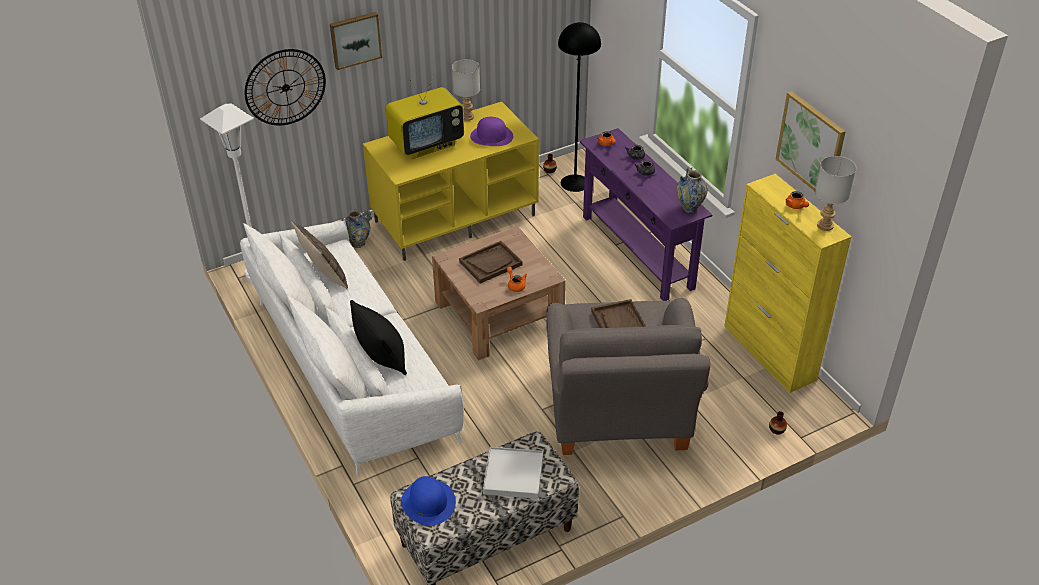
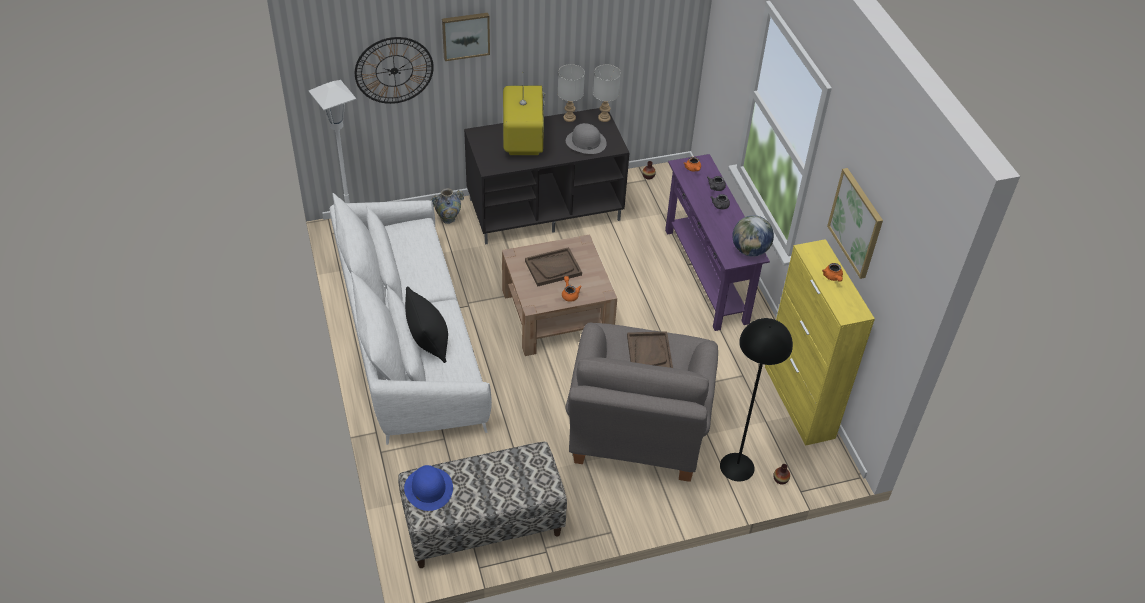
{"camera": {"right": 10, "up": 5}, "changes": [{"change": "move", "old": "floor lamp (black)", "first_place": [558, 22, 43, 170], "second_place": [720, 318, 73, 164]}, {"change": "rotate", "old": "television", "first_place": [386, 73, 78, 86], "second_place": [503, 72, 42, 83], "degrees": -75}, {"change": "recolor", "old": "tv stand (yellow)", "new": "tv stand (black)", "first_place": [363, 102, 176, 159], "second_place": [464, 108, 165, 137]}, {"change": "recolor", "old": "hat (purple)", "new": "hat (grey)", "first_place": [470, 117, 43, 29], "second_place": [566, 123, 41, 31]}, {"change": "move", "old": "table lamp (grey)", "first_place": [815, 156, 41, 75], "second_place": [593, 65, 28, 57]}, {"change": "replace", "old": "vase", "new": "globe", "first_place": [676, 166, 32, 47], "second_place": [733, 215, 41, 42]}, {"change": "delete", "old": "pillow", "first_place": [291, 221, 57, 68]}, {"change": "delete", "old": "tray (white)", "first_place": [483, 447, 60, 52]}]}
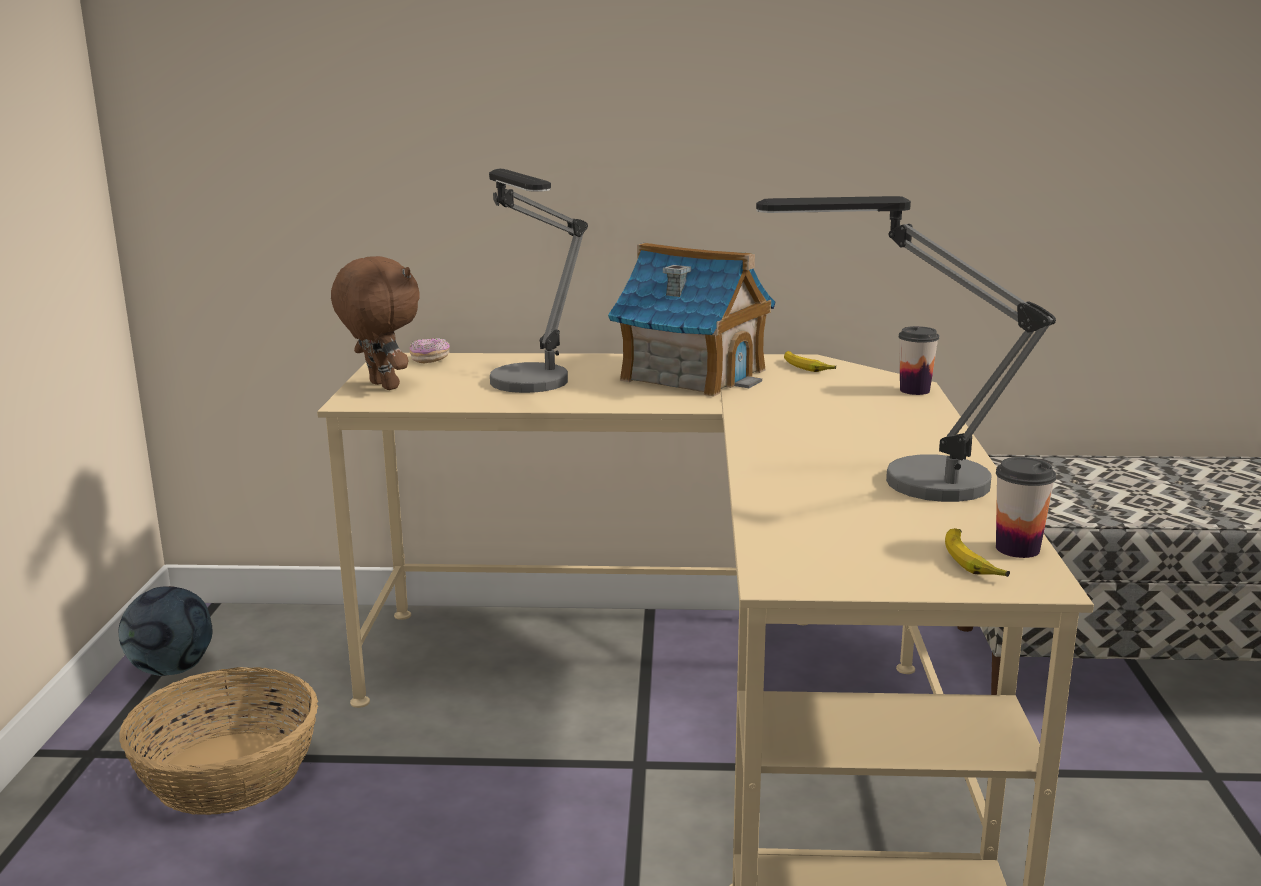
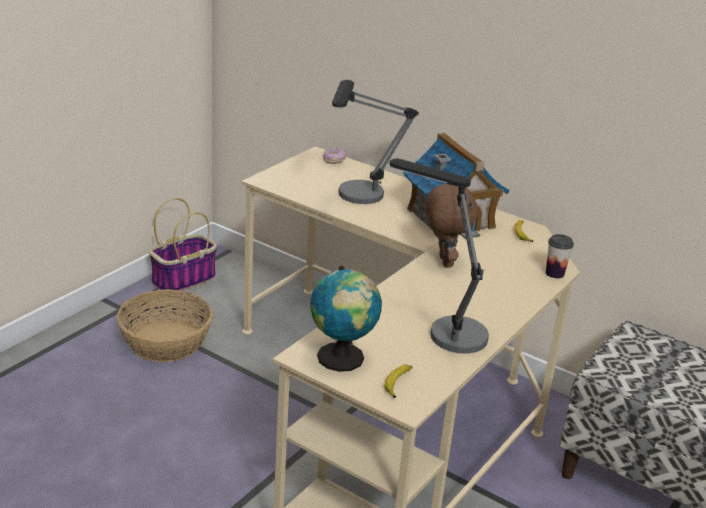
{"camera": {"right": 30, "up": 10}, "changes": [{"change": "move", "old": "plush toy (brown)", "first_place": [331, 256, 89, 134], "second_place": [426, 184, 52, 84]}, {"change": "delete", "old": "cup", "first_place": [996, 457, 60, 101]}, {"change": "replace", "old": "football", "new": "basket", "first_place": [119, 586, 93, 90], "second_place": [149, 198, 68, 96]}, {"change": "insert", "new": "globe", "second_place": [310, 266, 72, 106]}]}
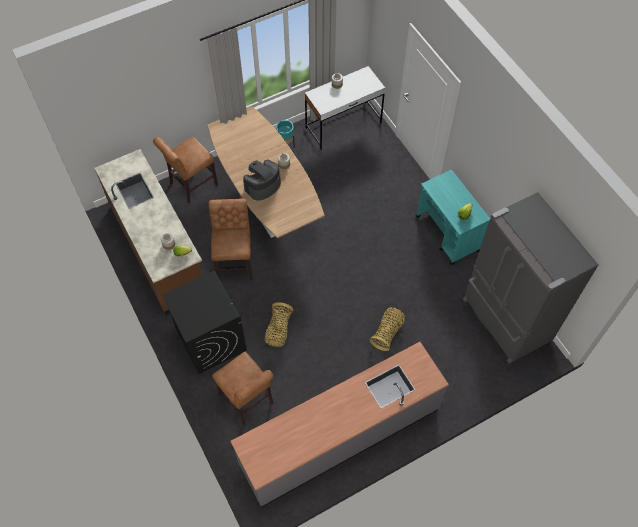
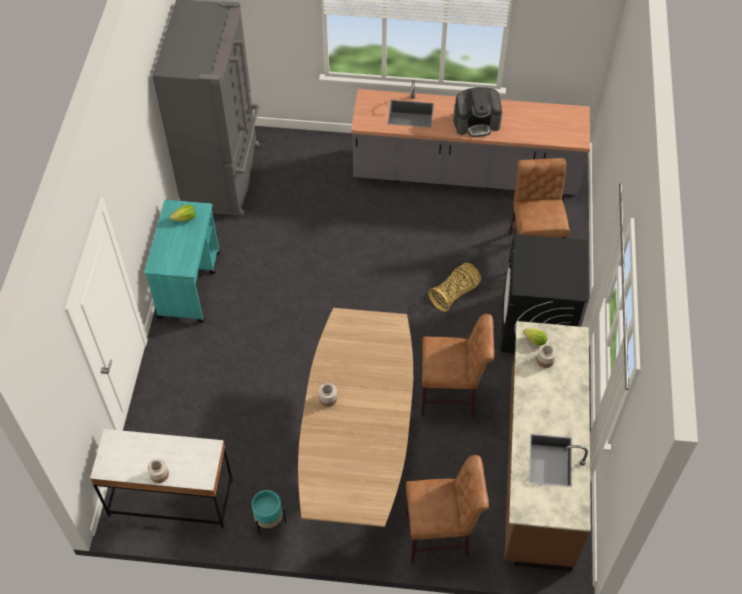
{"camera": {"right": -145, "up": -5}, "changes": [{"change": "move", "old": "coffee machine", "first_place": [243, 159, 38, 42], "second_place": [453, 87, 49, 50]}, {"change": "rotate", "old": "chair (brown)", "first_place": [209, 199, 44, 81], "second_place": [421, 314, 74, 103], "degrees": -120}, {"change": "delete", "old": "basket", "first_place": [369, 307, 36, 44]}]}
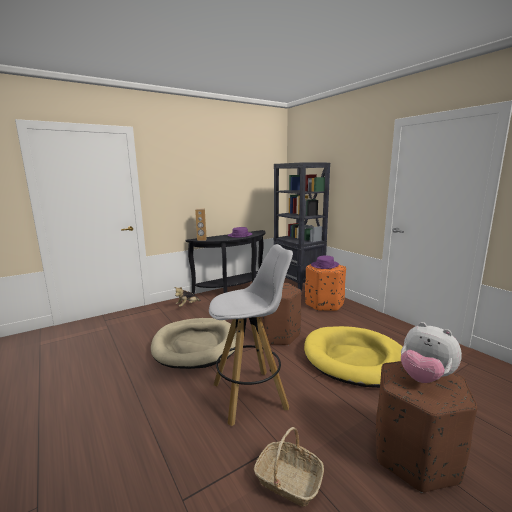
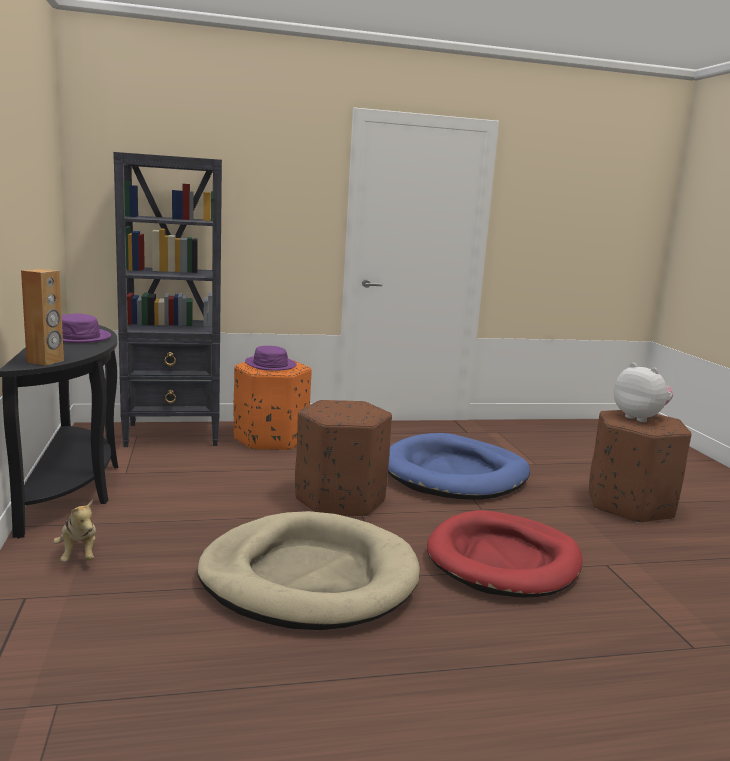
{"camera": {"right": -70, "up": 0}, "changes": [{"change": "replace", "old": "stool (white)", "new": "dog bed (red)", "first_place": [209, 244, 84, 182], "second_place": [427, 510, 156, 87]}, {"change": "rotate", "old": "plush toy", "first_place": [401, 322, 61, 61], "second_place": [614, 363, 59, 59], "degrees": -105}, {"change": "recolor", "old": "dog bed (yellow)", "new": "dog bed (blue)", "first_place": [304, 326, 99, 62], "second_place": [388, 433, 142, 67]}, {"change": "delete", "old": "basket", "first_place": [254, 427, 70, 80]}]}
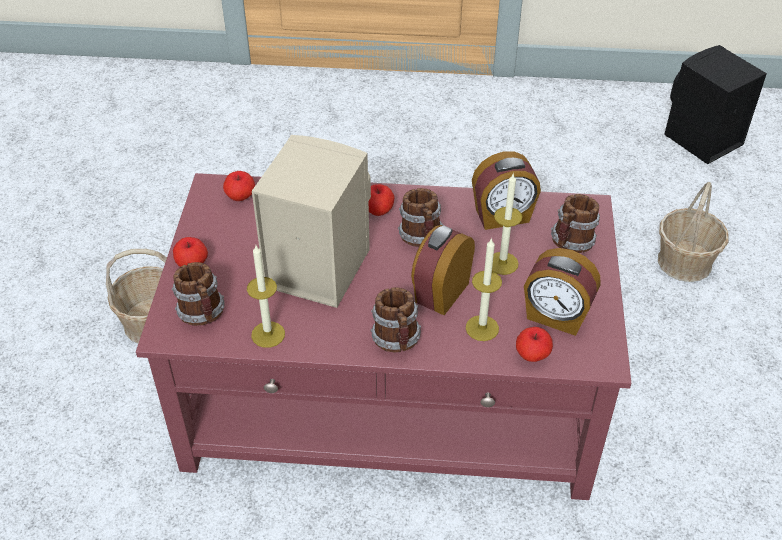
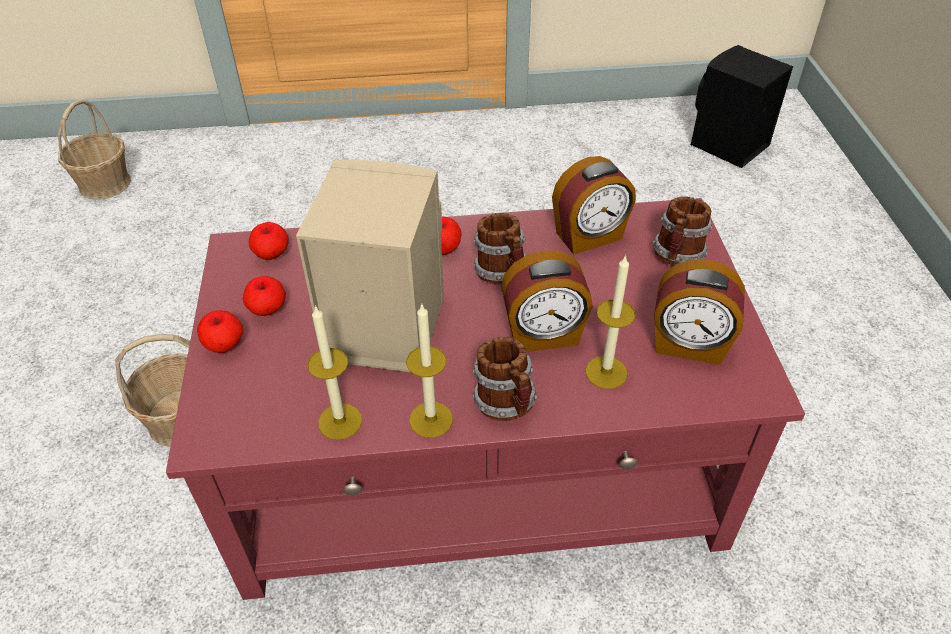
{"camera": {"right": -10, "up": 0}, "changes": [{"change": "move", "old": "candle", "first_place": [492, 174, 30, 101], "second_place": [406, 305, 47, 133]}, {"change": "move", "old": "basket", "first_place": [658, 182, 70, 100], "second_place": [58, 99, 73, 101]}, {"change": "rotate", "old": "alarm clock", "first_place": [411, 225, 64, 90], "second_place": [501, 250, 92, 102], "degrees": -120}, {"change": "delete", "old": "mug", "first_place": [172, 262, 52, 64]}, {"change": "move", "old": "apple", "first_place": [516, 327, 37, 35], "second_place": [243, 276, 43, 40]}]}
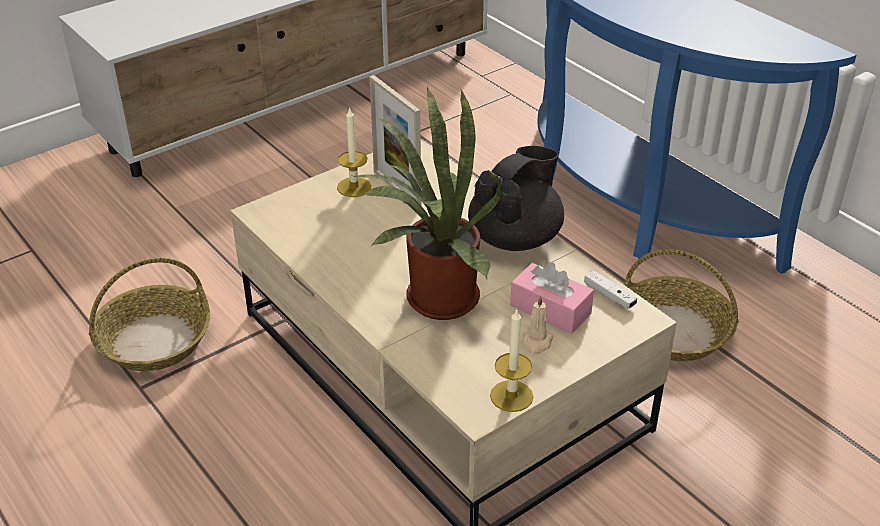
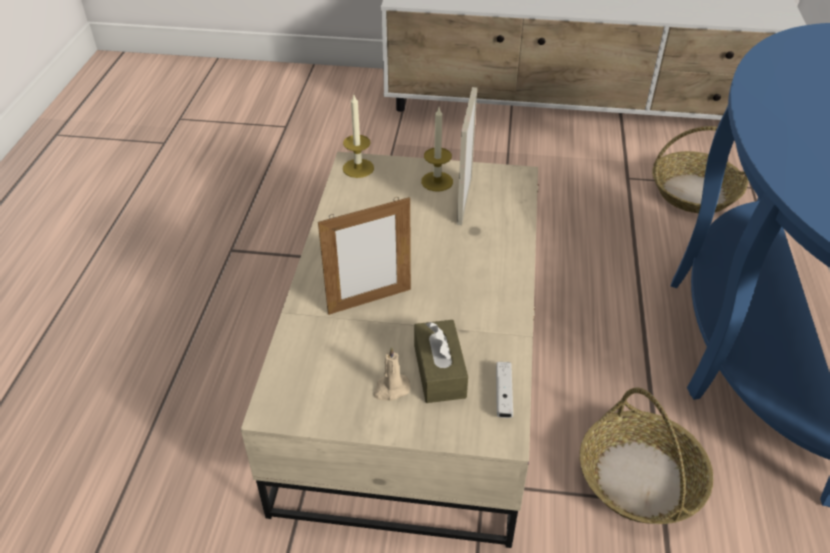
{"camera": {"right": 45, "up": 5}, "changes": [{"change": "replace", "old": "potted plant", "new": "picture frame", "first_place": [355, 87, 149, 233], "second_place": [318, 197, 93, 118]}, {"change": "delete", "old": "teapot (black)", "first_place": [468, 146, 96, 105]}, {"change": "move", "old": "basket", "first_place": [89, 257, 121, 114], "second_place": [652, 126, 97, 87]}, {"change": "recolor", "old": "tissue box (pink)", "new": "tissue box (brown)", "first_place": [510, 262, 84, 72], "second_place": [414, 320, 54, 83]}, {"change": "move", "old": "candle", "first_place": [490, 308, 43, 104], "second_place": [343, 95, 31, 83]}]}
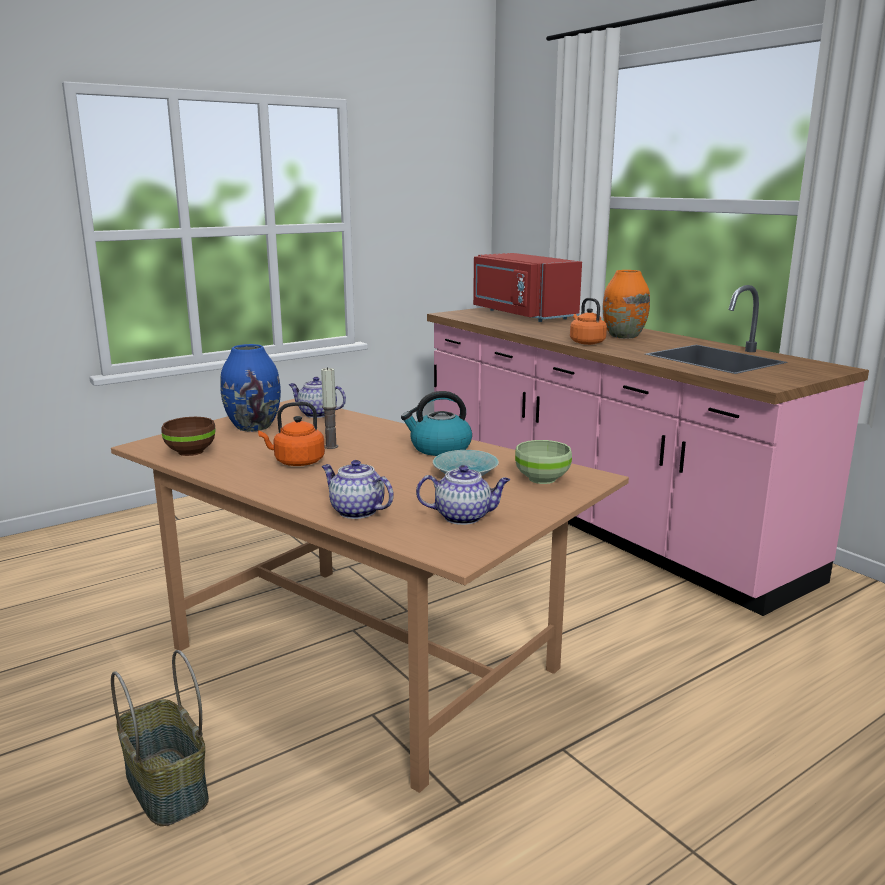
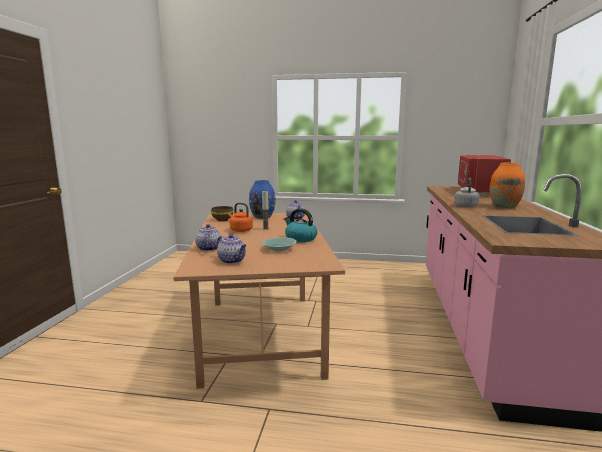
{"camera": {"right": 45, "up": -5}, "changes": [{"change": "recolor", "old": "kettle (orange)", "new": "kettle (grey)", "first_place": [570, 298, 37, 47], "second_place": [454, 178, 26, 29]}, {"change": "delete", "old": "bowl (green)", "first_place": [515, 440, 57, 44]}, {"change": "delete", "old": "basket", "first_place": [111, 650, 98, 176]}]}
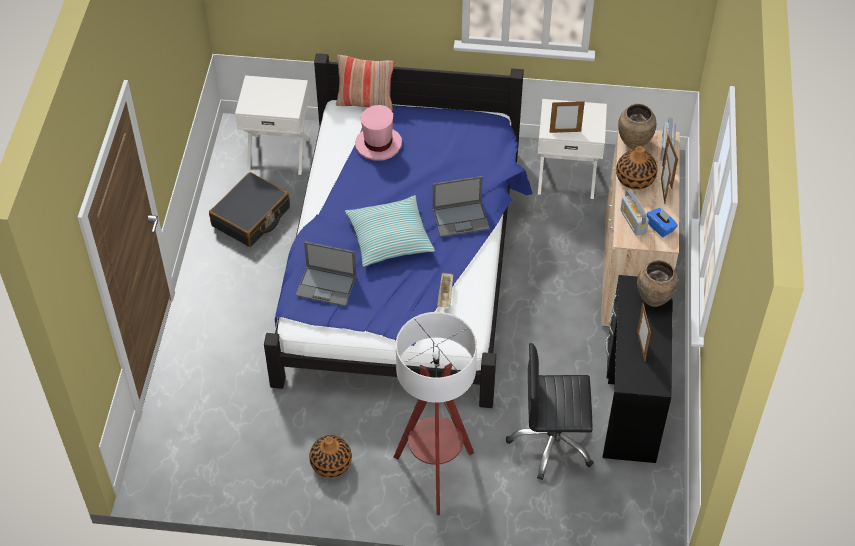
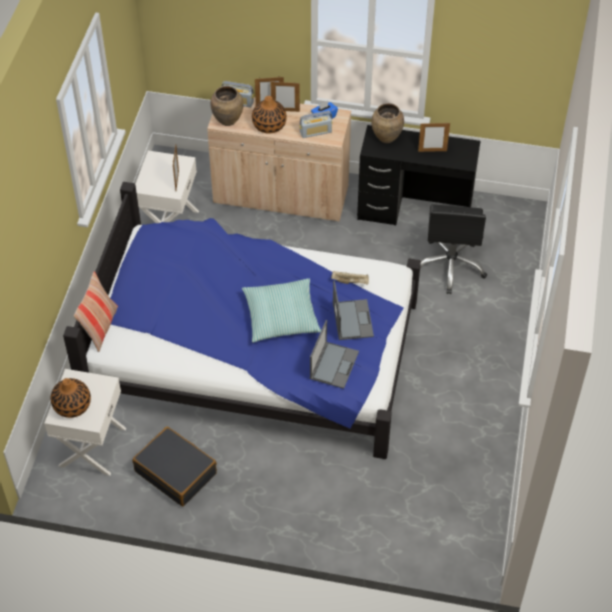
{"camera": {"right": -85, "up": 0}, "changes": [{"change": "delete", "old": "hat (pink)", "first_place": [355, 105, 47, 56]}, {"change": "move", "old": "laptop", "first_place": [433, 176, 57, 61], "second_place": [333, 280, 41, 60]}, {"change": "delete", "old": "floor lamp", "first_place": [393, 312, 84, 203]}, {"change": "move", "old": "vase", "first_place": [309, 435, 43, 43], "second_place": [51, 378, 40, 40]}]}
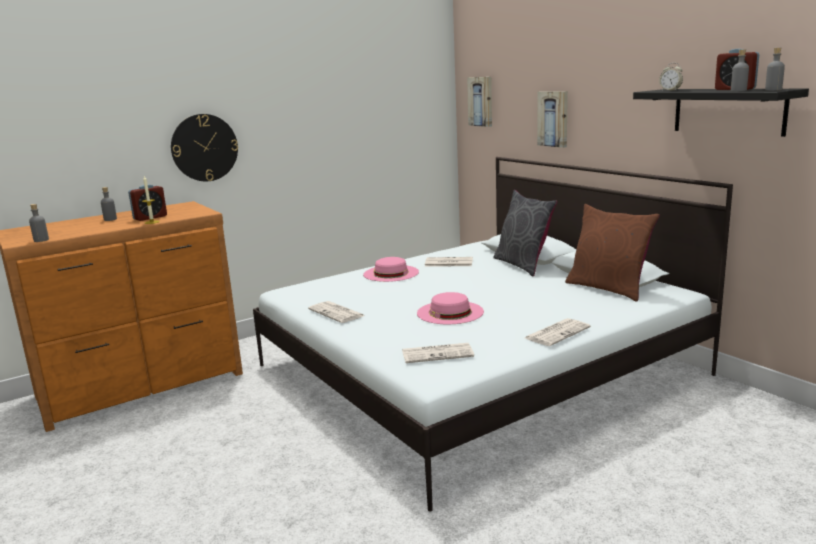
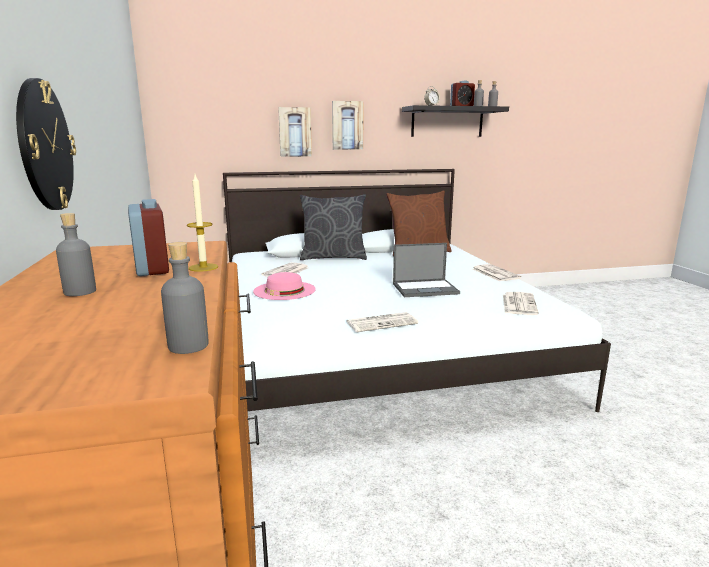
{"camera": {"right": -70, "up": 0}, "changes": [{"change": "move", "old": "picture", "first_place": [467, 77, 25, 50], "second_place": [332, 101, 32, 49]}, {"change": "replace", "old": "hat (pink)", "new": "laptop", "first_place": [417, 292, 67, 32], "second_place": [393, 243, 67, 54]}]}
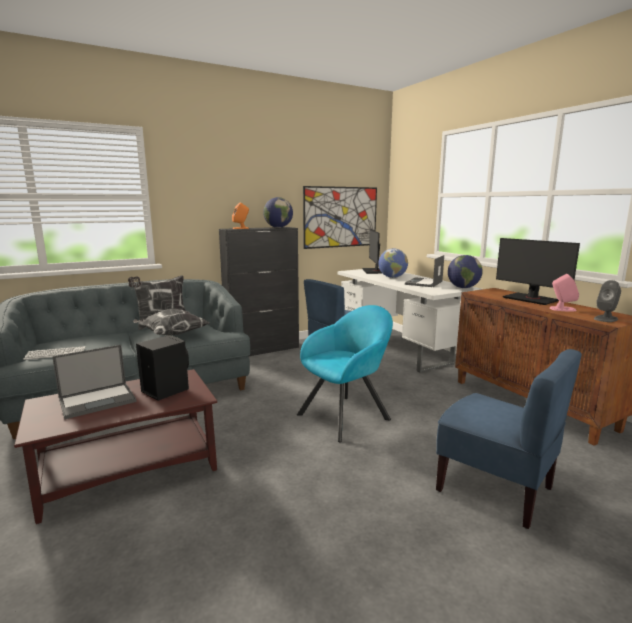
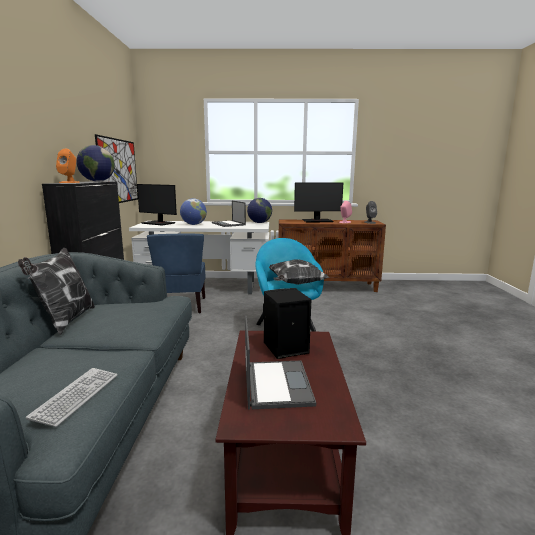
{"camera": {"right": -60, "up": 0}, "changes": [{"change": "move", "old": "pillow", "first_place": [132, 309, 78, 27], "second_place": [269, 259, 60, 26]}, {"change": "delete", "old": "chair (blue)", "first_place": [436, 349, 146, 180]}]}
